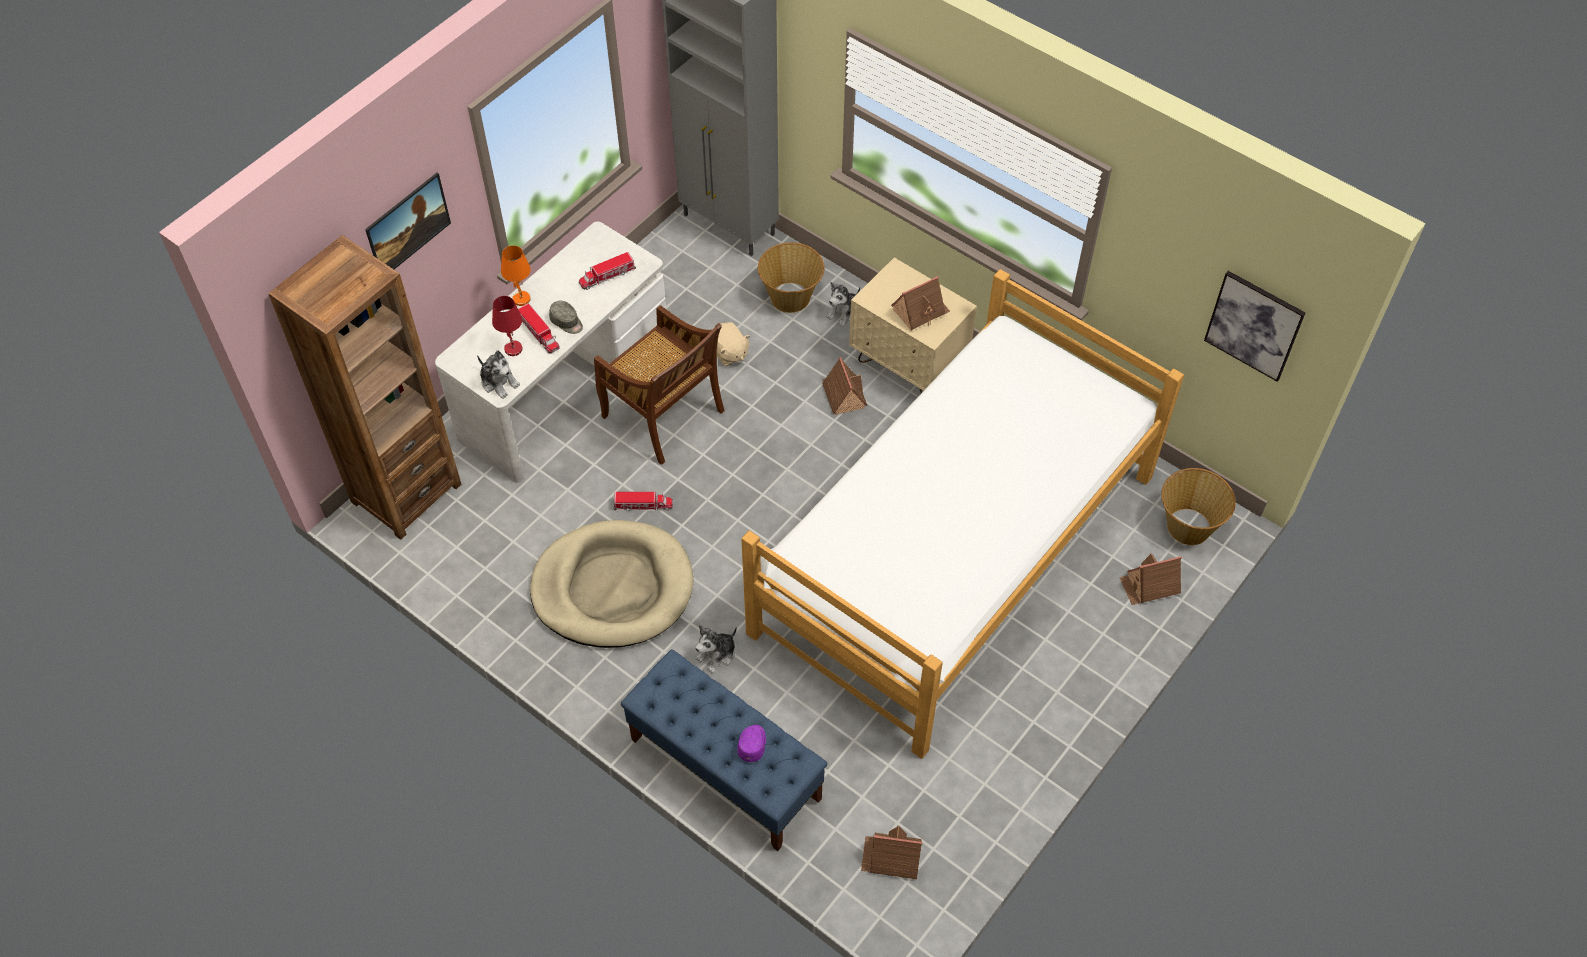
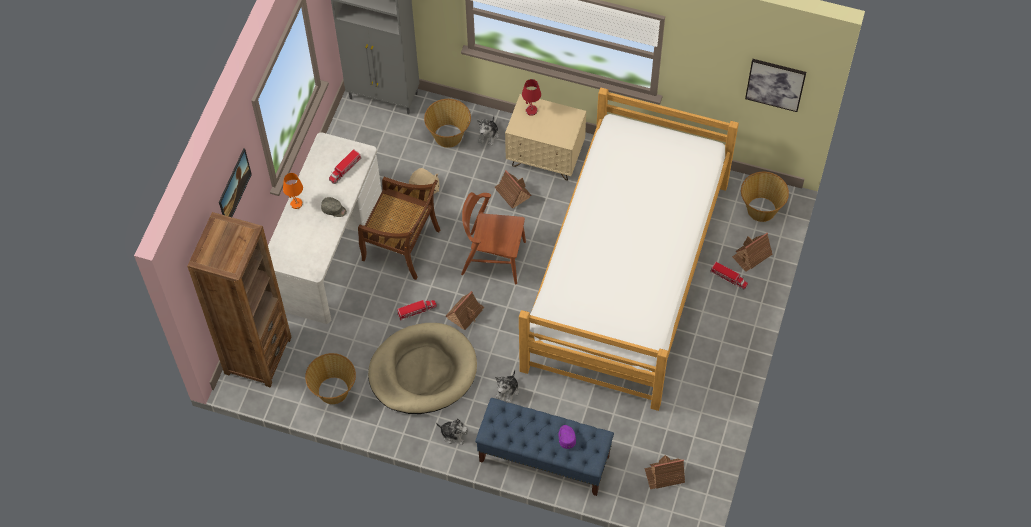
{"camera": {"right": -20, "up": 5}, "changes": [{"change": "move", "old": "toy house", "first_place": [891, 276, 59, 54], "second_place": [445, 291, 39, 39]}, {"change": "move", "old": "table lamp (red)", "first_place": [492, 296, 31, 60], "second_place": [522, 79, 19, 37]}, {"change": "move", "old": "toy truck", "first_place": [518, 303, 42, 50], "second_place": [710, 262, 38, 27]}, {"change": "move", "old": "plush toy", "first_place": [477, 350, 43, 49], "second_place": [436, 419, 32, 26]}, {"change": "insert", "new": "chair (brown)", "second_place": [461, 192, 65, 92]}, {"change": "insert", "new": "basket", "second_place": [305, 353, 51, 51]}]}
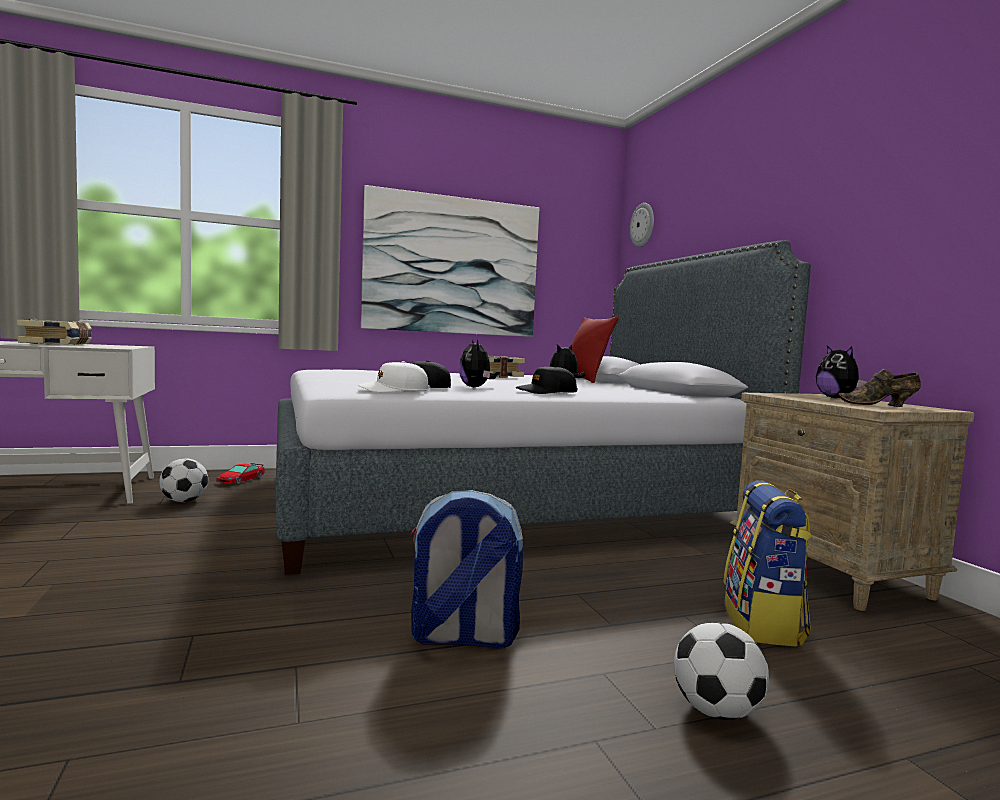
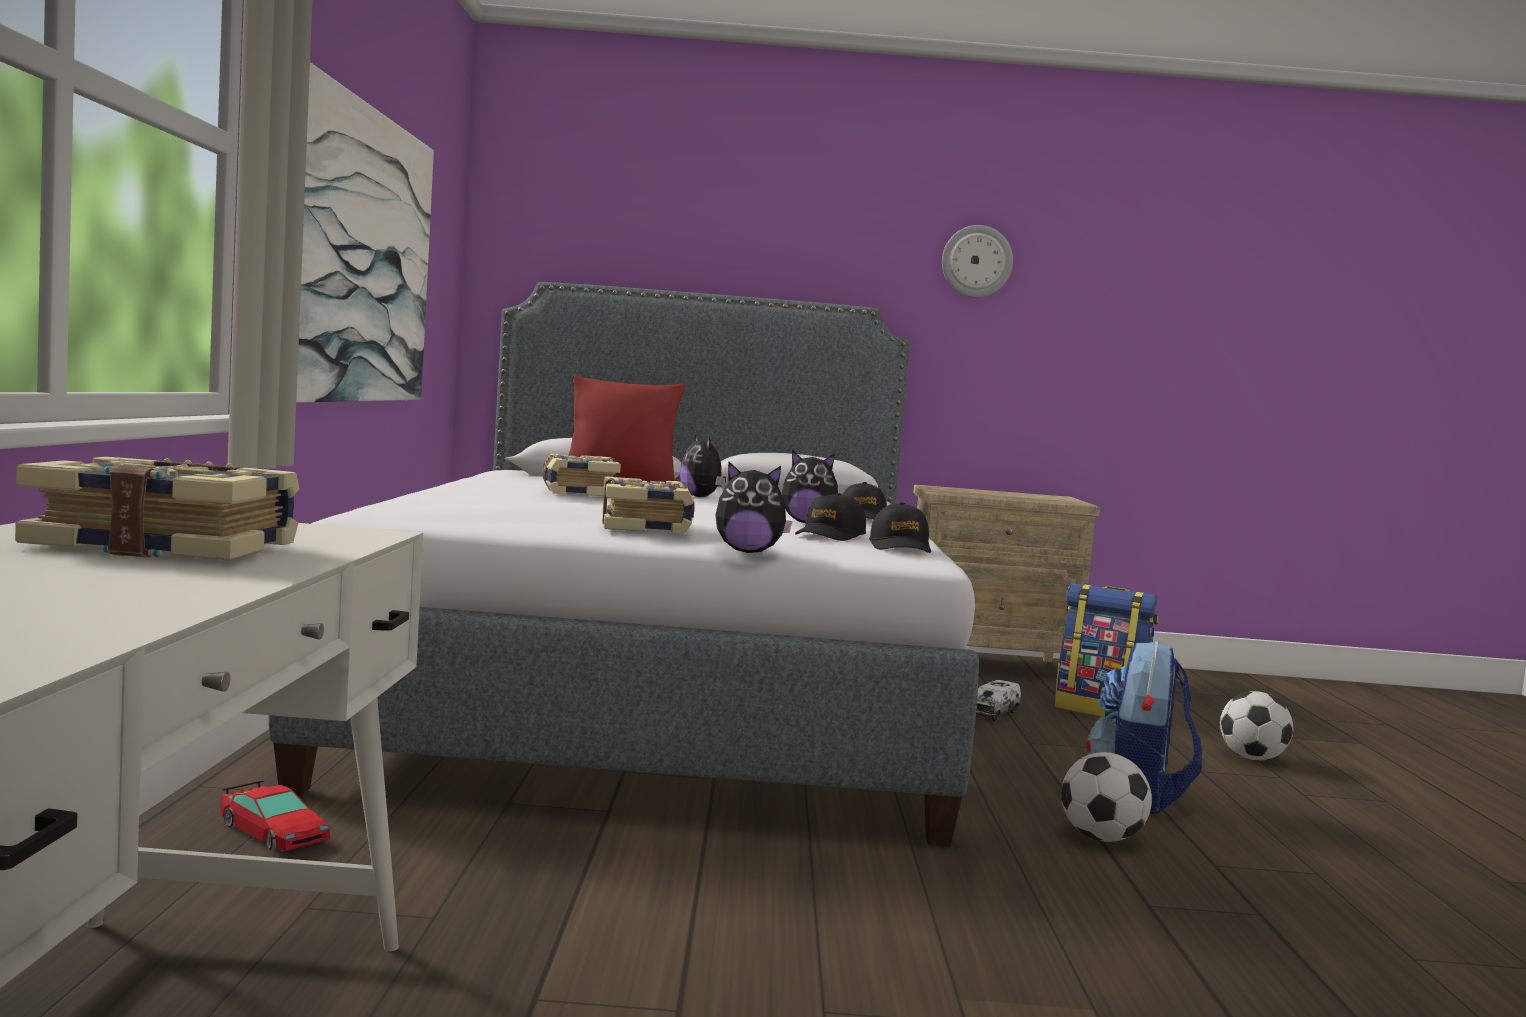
{"camera": {"right": -70, "up": 0}, "changes": [{"change": "move", "old": "wall clock", "first_place": [630, 203, 24, 44], "second_place": [942, 225, 71, 72]}, {"change": "move", "old": "plush toy", "first_place": [816, 346, 51, 52], "second_place": [715, 462, 77, 91]}, {"change": "recolor", "old": "cap (white)", "new": "cap (black)", "first_place": [358, 361, 72, 32], "second_place": [869, 502, 62, 51]}, {"change": "delete", "old": "shoe (brown)", "first_place": [838, 369, 83, 38]}, {"change": "move", "old": "football", "first_place": [159, 458, 49, 44], "second_place": [1061, 752, 91, 90]}, {"change": "insert", "new": "book", "second_place": [602, 477, 93, 57]}, {"change": "insert", "new": "toy truck", "second_place": [976, 680, 45, 41]}]}
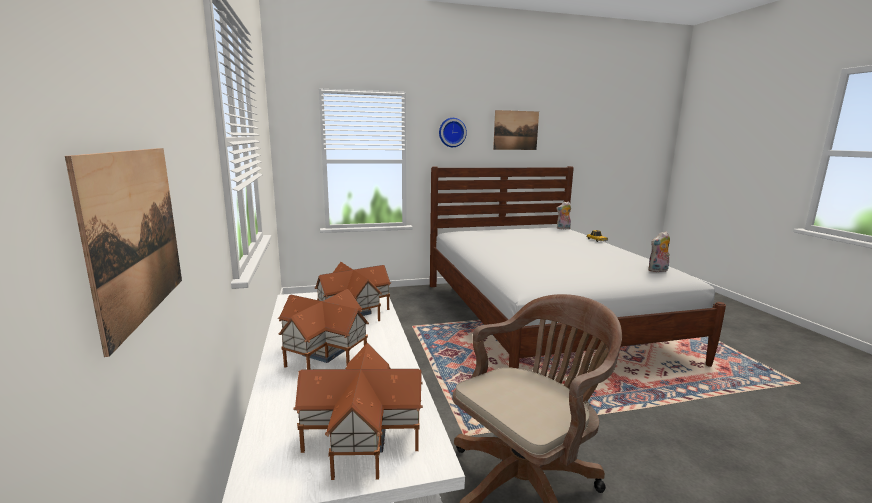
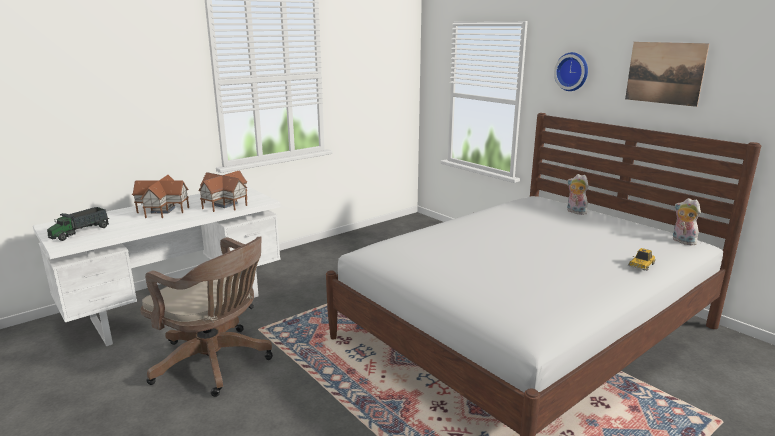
{"camera": {"right": 65, "up": 5}, "changes": [{"change": "delete", "old": "picture", "first_place": [65, 148, 117, 209]}, {"change": "move", "old": "plush toy", "first_place": [648, 231, 22, 42], "second_place": [567, 174, 22, 41]}, {"change": "replace", "old": "toy house", "new": "toy truck", "first_place": [293, 343, 130, 137], "second_place": [47, 207, 62, 34]}]}
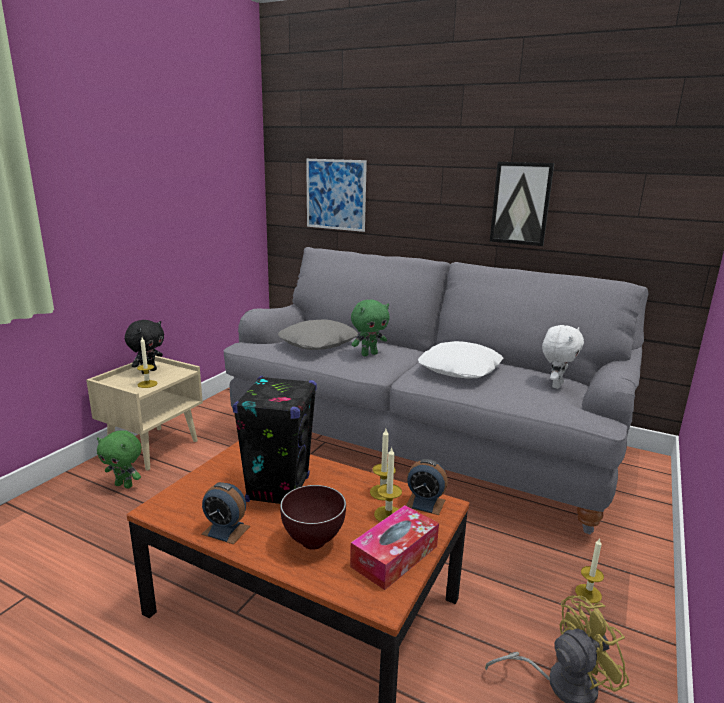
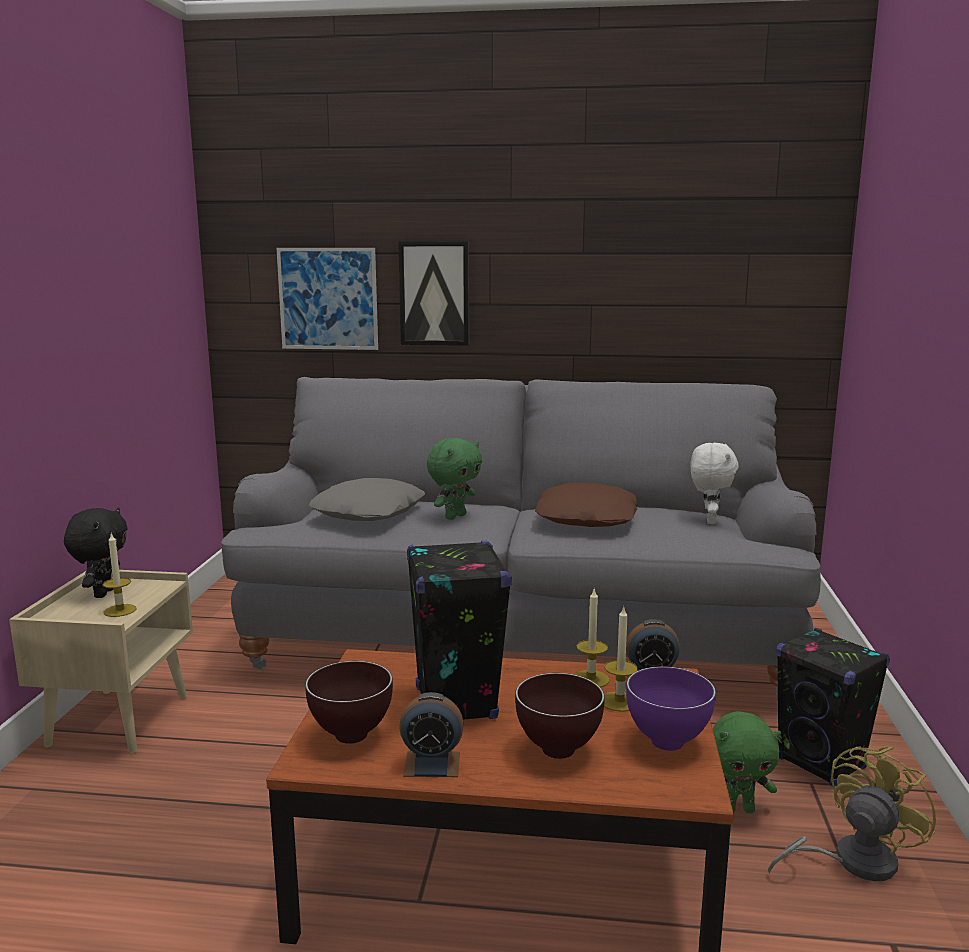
{"camera": {"right": -20, "up": -5}, "changes": [{"change": "move", "old": "picture", "first_place": [490, 162, 65, 84], "second_place": [398, 241, 71, 105]}, {"change": "recolor", "old": "pillow (white)", "new": "pillow (brown)", "first_place": [418, 341, 85, 38], "second_place": [535, 483, 103, 44]}, {"change": "move", "old": "plush toy (green)", "first_place": [97, 430, 45, 59], "second_place": [713, 711, 68, 102]}, {"change": "replace", "old": "tissue box", "new": "bowl (purple)", "first_place": [350, 505, 89, 85], "second_place": [626, 666, 90, 85]}, {"change": "replace", "old": "candle", "new": "speaker (black)", "first_place": [575, 538, 29, 65], "second_place": [776, 628, 114, 158]}, {"change": "insert", "new": "bowl (brown)", "second_place": [305, 661, 88, 83]}]}
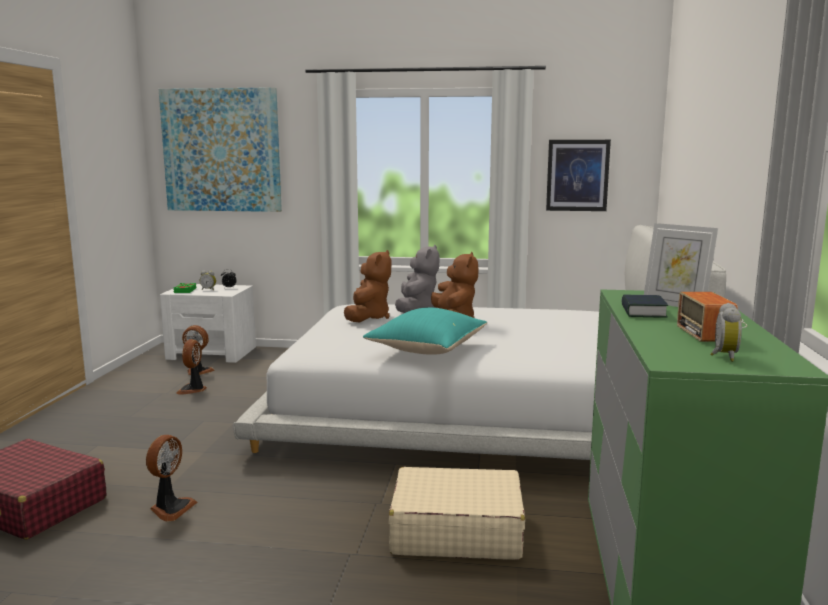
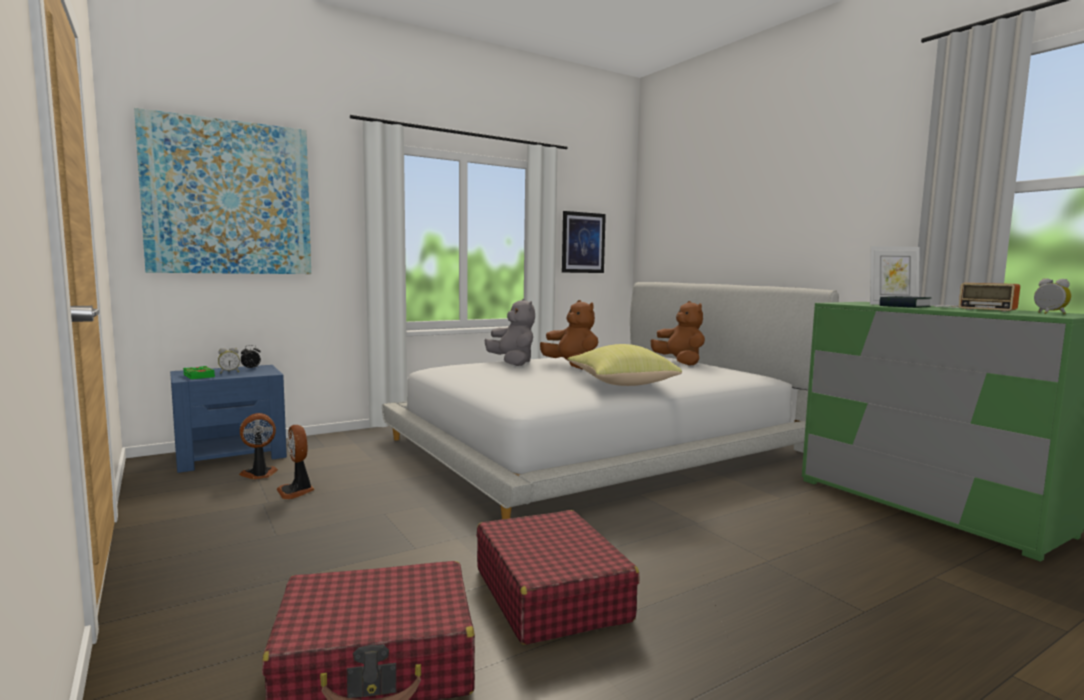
{"camera": {"right": -40, "up": -5}, "changes": [{"change": "move", "old": "plush toy (brown)", "first_place": [344, 250, 48, 72], "second_place": [651, 301, 54, 65]}, {"change": "recolor", "old": "nightstand (white)", "new": "nightstand (blue)", "first_place": [160, 284, 96, 79], "second_place": [170, 365, 117, 108]}, {"change": "recolor", "old": "pillow (turquoise)", "new": "pillow (yellow)", "first_place": [363, 307, 124, 48], "second_place": [568, 344, 114, 42]}, {"change": "replace", "old": "fan", "new": "suitcase (red)", "first_place": [146, 435, 52, 87], "second_place": [477, 510, 163, 135]}, {"change": "delete", "old": "suitcase (beige)", "first_place": [389, 467, 136, 93]}]}
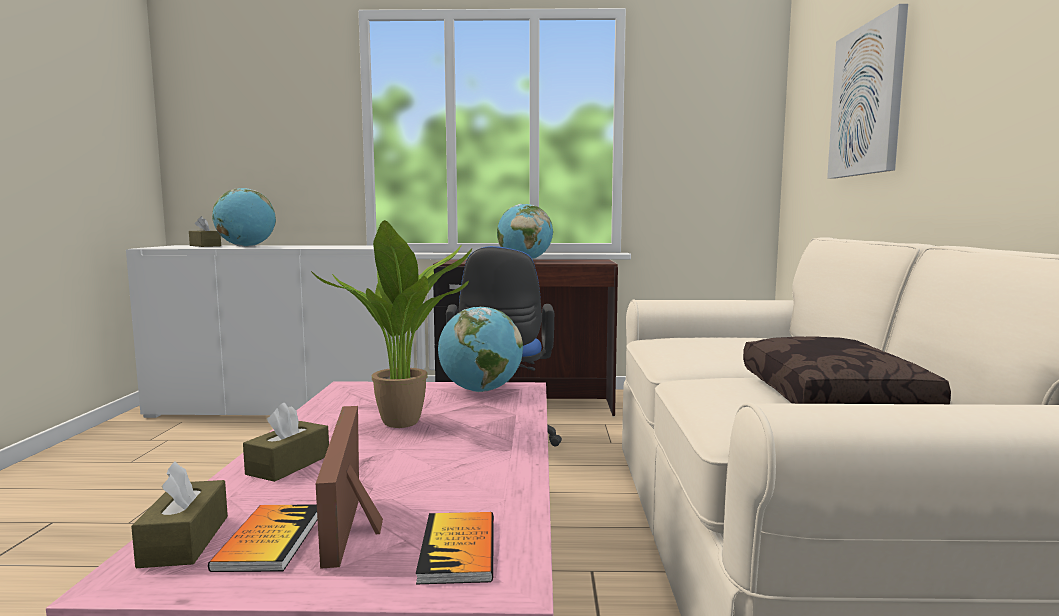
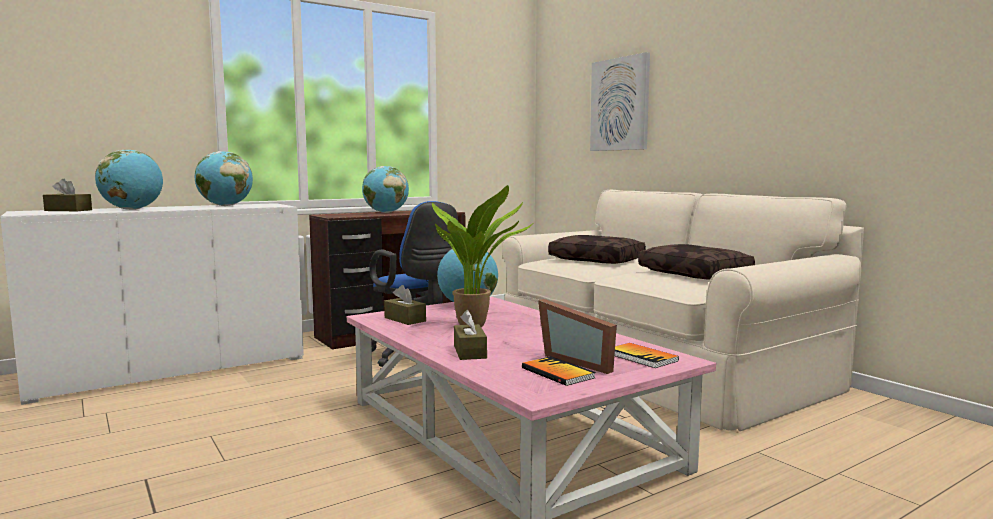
{"camera": {"right": -35, "up": 0}, "changes": [{"change": "move", "old": "tissue box (brown)", "first_place": [131, 461, 97, 107], "second_place": [384, 285, 42, 40]}, {"change": "insert", "new": "globe", "second_place": [195, 151, 58, 55]}, {"change": "insert", "new": "pillow (brown)", "second_place": [548, 235, 98, 29]}]}
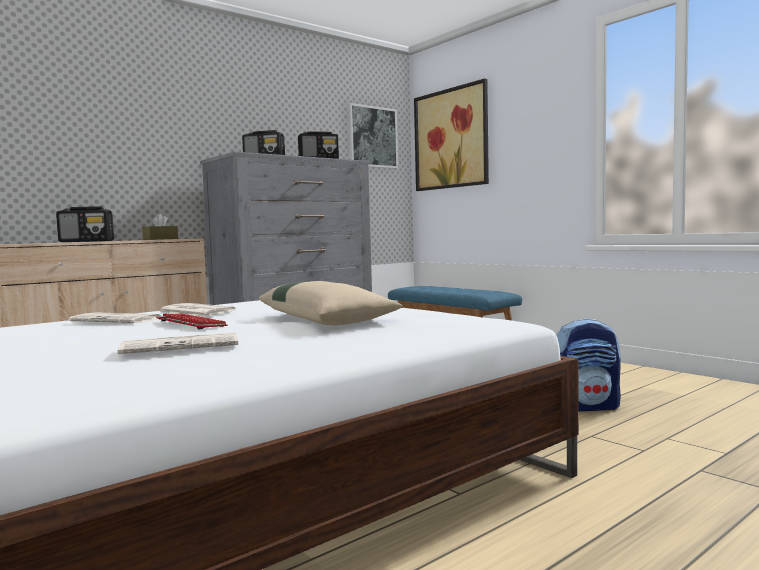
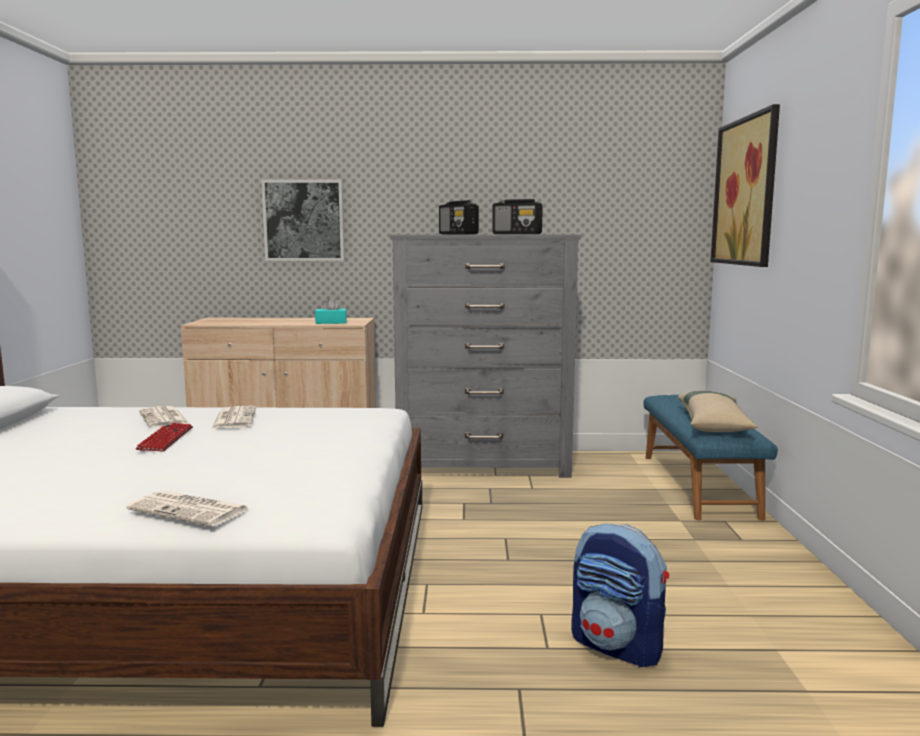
{"camera": {"right": 40, "up": 5}, "changes": [{"change": "move", "old": "picture", "first_place": [348, 103, 50, 66], "second_place": [261, 180, 84, 81]}, {"change": "delete", "old": "radio", "first_place": [56, 206, 58, 36]}, {"change": "recolor", "old": "tissue box (brown)", "new": "tissue box (turquoise)", "first_place": [142, 214, 36, 26], "second_place": [315, 297, 32, 27]}, {"change": "move", "old": "pillow (beige)", "first_place": [259, 281, 144, 44], "second_place": [678, 390, 80, 42]}, {"change": "move", "old": "newspaper", "first_place": [118, 332, 120, 22], "second_place": [127, 491, 123, 35]}]}
